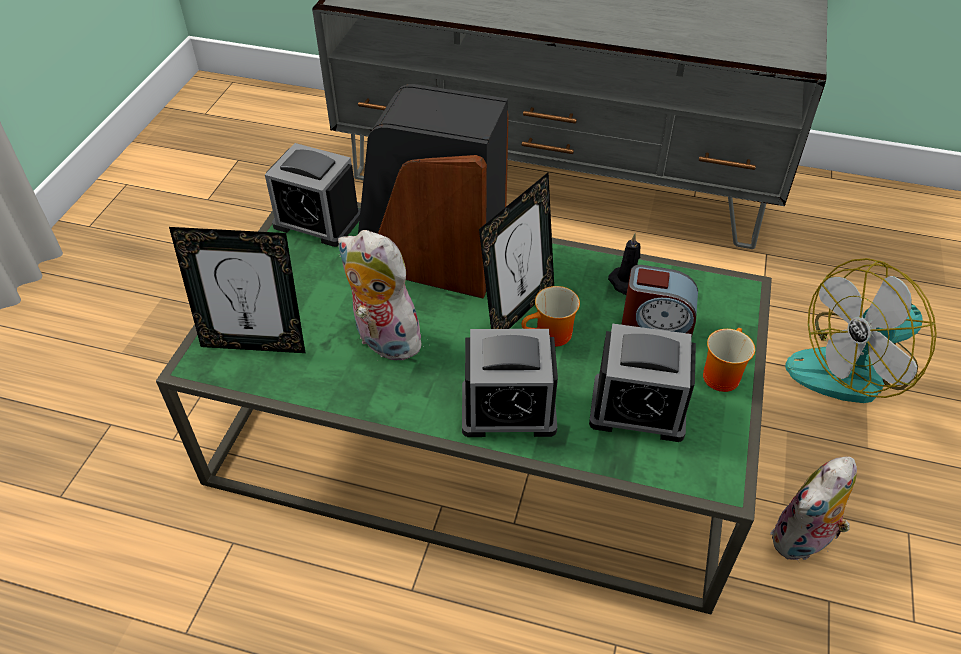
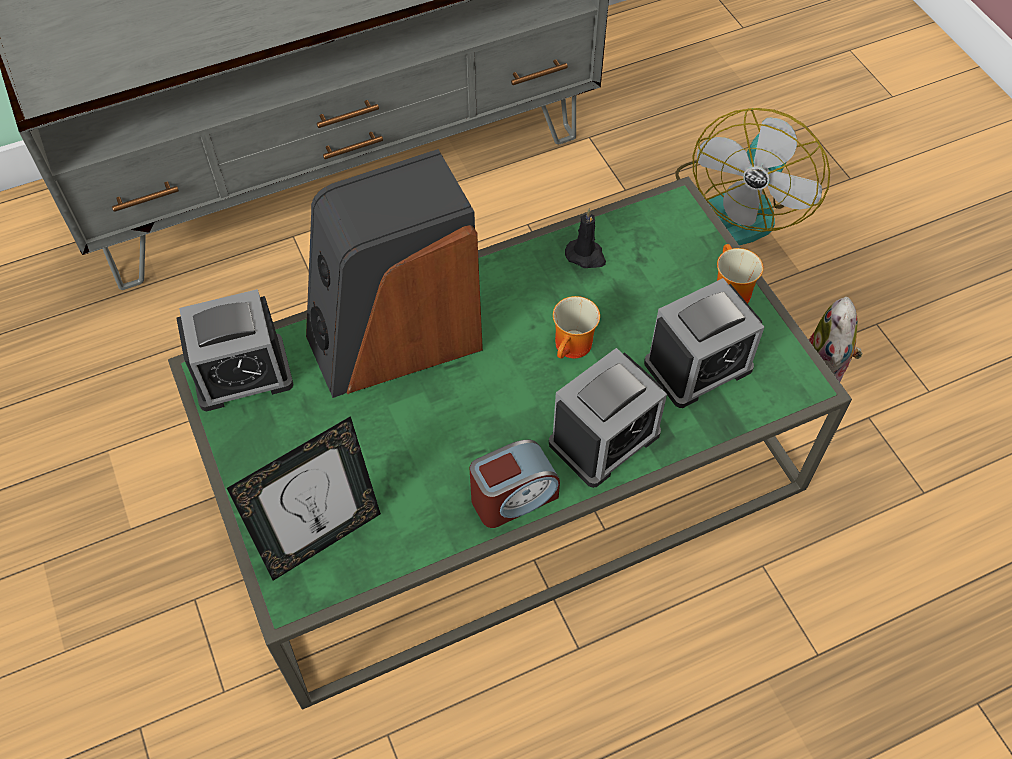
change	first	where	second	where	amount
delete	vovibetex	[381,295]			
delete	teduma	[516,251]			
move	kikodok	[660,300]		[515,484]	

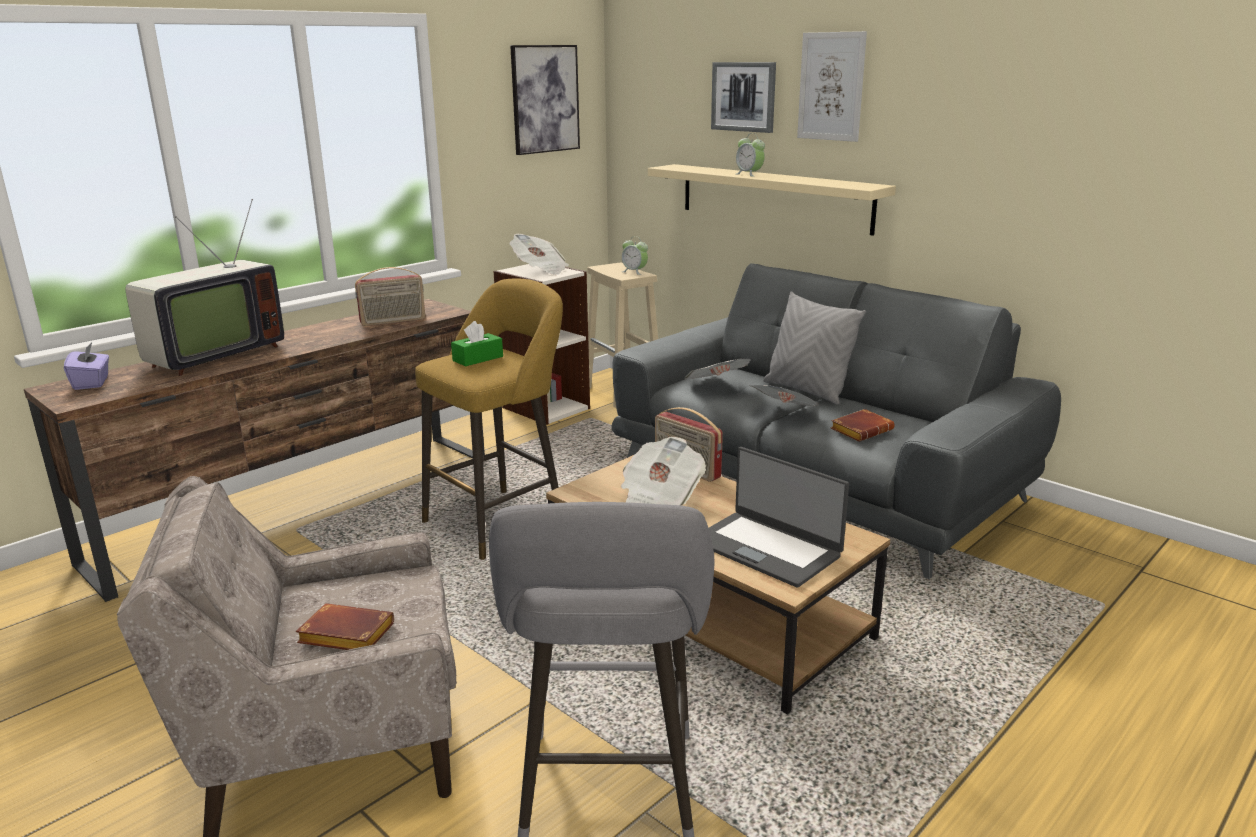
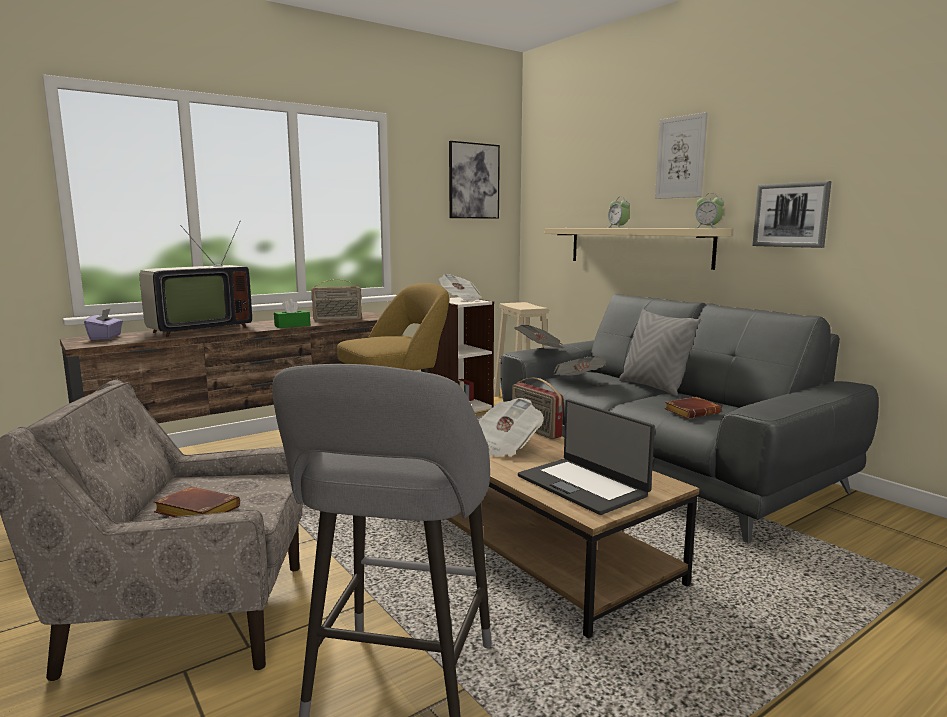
change	first	where	second	where	amount
move	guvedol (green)	[477,343]		[292,313]	
move	kikodok	[635,255]		[709,210]	
move	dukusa	[743,97]		[792,214]	
move	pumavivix	[785,395]		[539,336]	

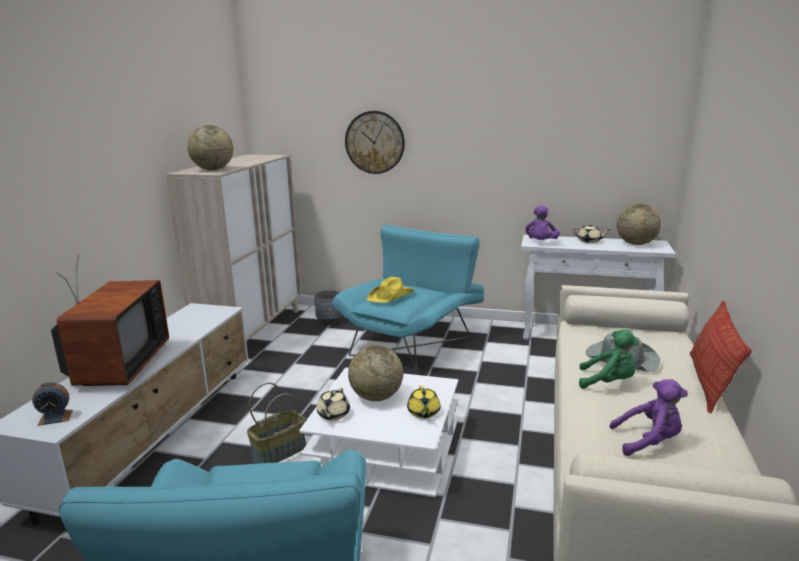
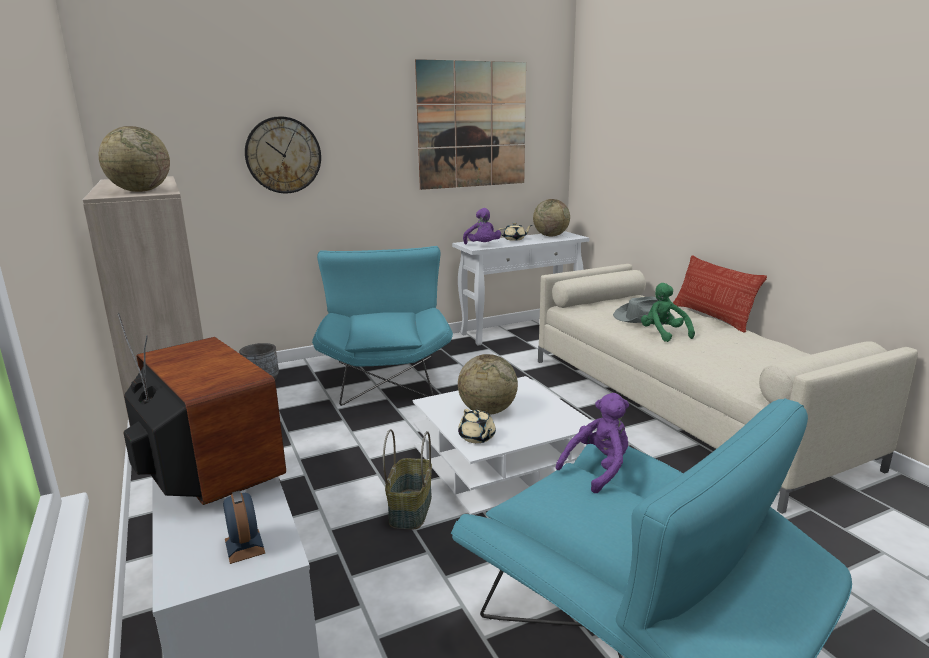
change	first	where	second	where	amount
rotate	kikodok	[52,404]		[244,527]	60 degrees counterclockwise
delete	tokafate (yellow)	[391,290]			
delete	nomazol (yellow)	[423,402]			
rotate	vovibetex (green)	[609,359]		[668,312]	90 degrees counterclockwise
move	vovibetex (purple)	[648,417]		[592,443]	
insert			dukusa	[470,124]	

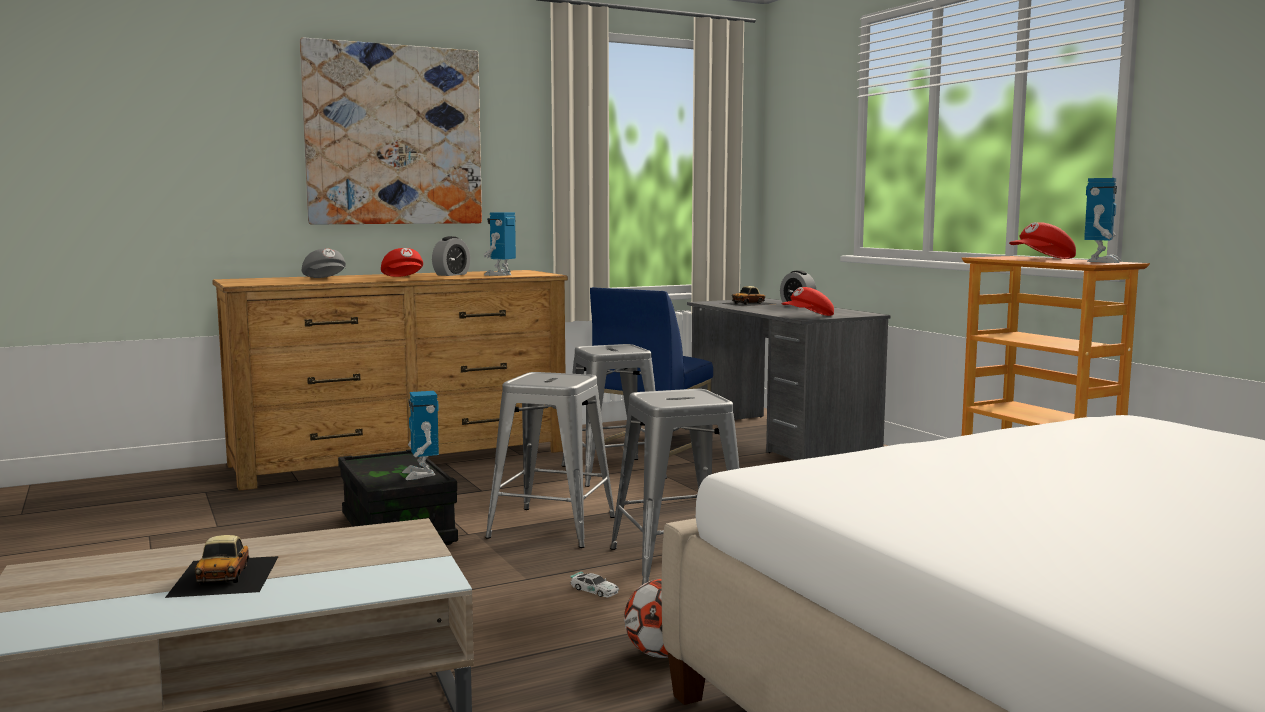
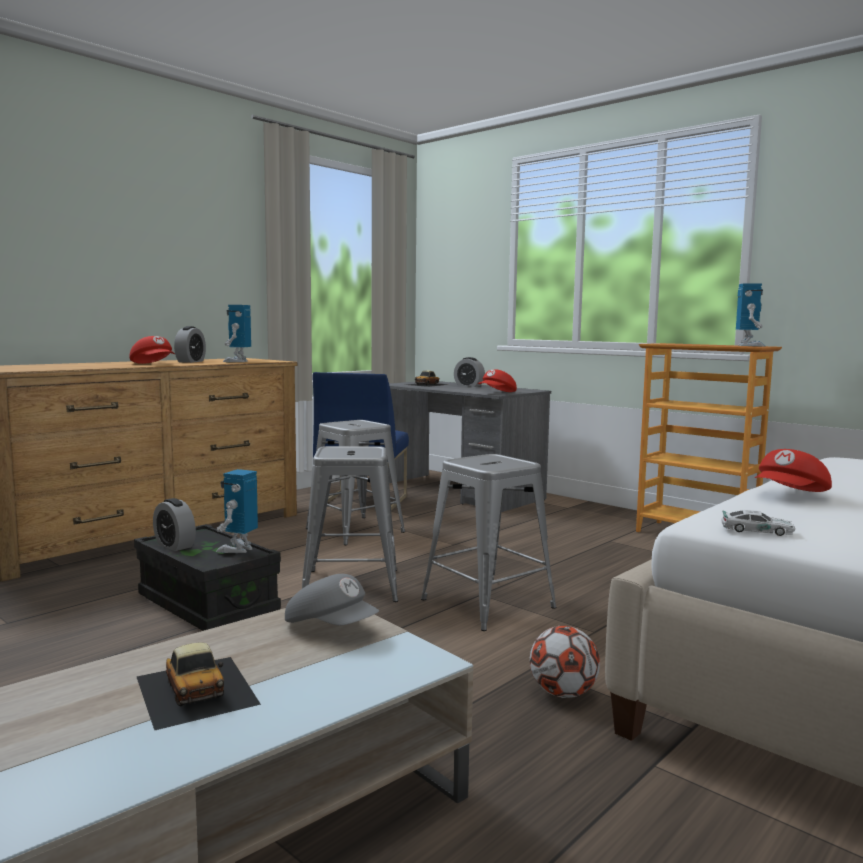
change	first	where	second	where	amount
delete	dukusa	[391,131]			
move	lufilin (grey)	[324,263]		[332,599]	
rotate	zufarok	[420,435]		[237,511]	60 degrees clockwise
move	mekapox	[594,584]		[758,523]	
move	lufilin (red)	[1042,240]		[793,470]	
insert			kikodok	[174,524]	

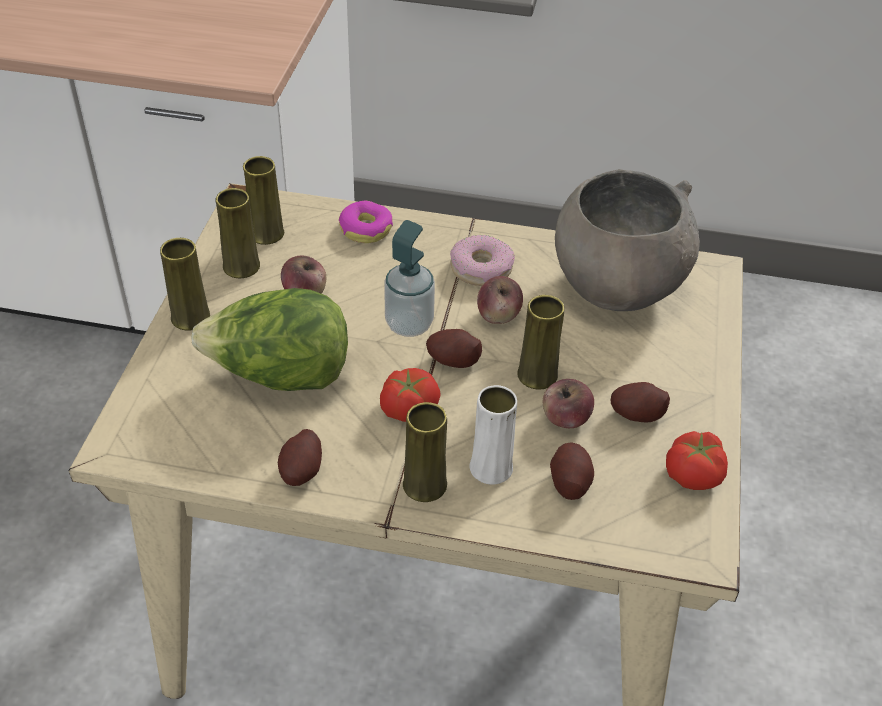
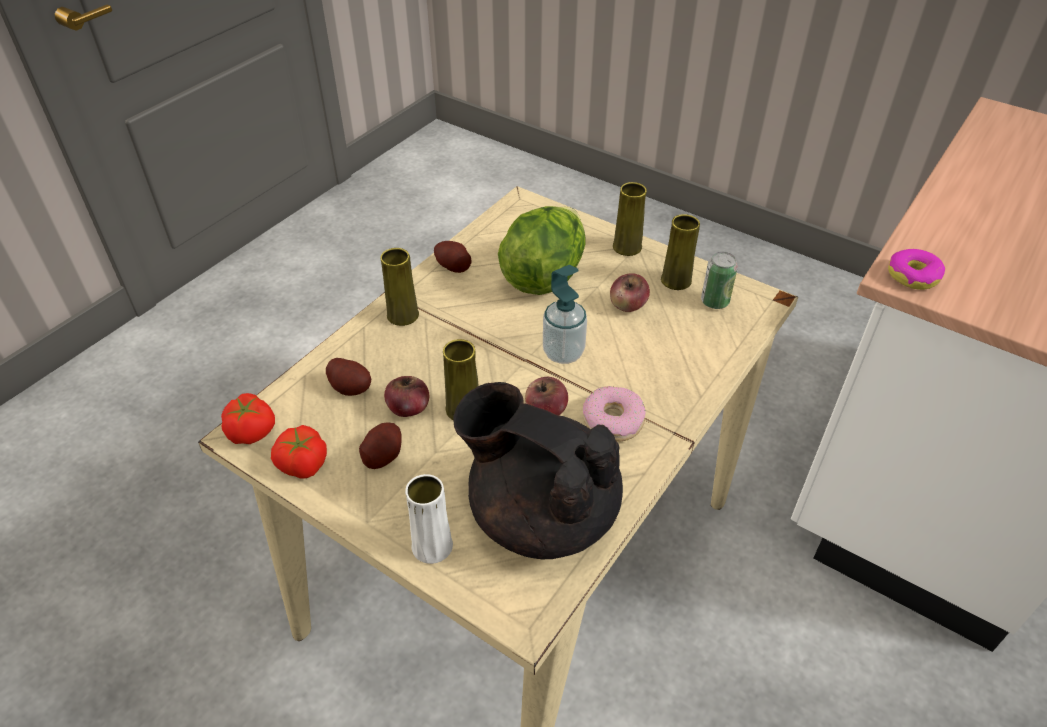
change	first	where	second	where	amount
replace	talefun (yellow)	[263,200]	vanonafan	[719,280]	
move	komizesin	[366,221]		[916,269]	
move	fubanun	[410,395]		[248,418]	
delete	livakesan	[454,348]			
move	talefun (white)	[493,435]		[429,519]	
replace	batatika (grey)	[627,240]	nomazol (black)	[538,470]	

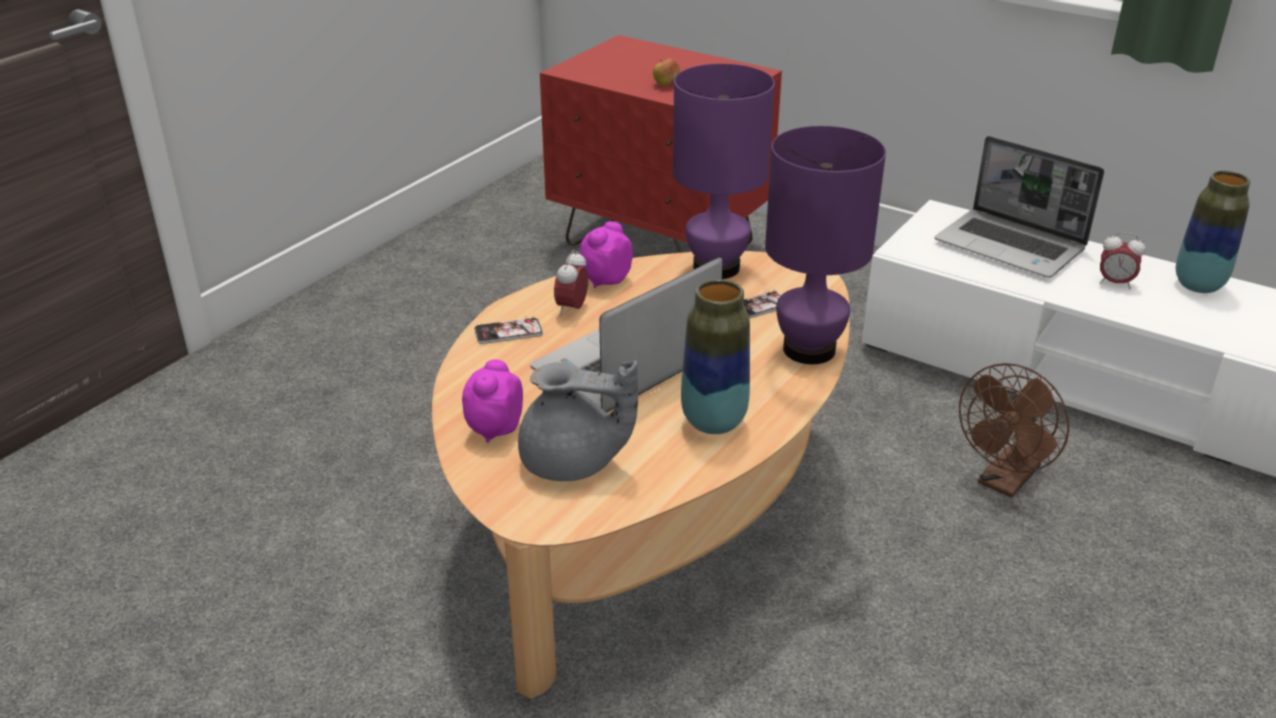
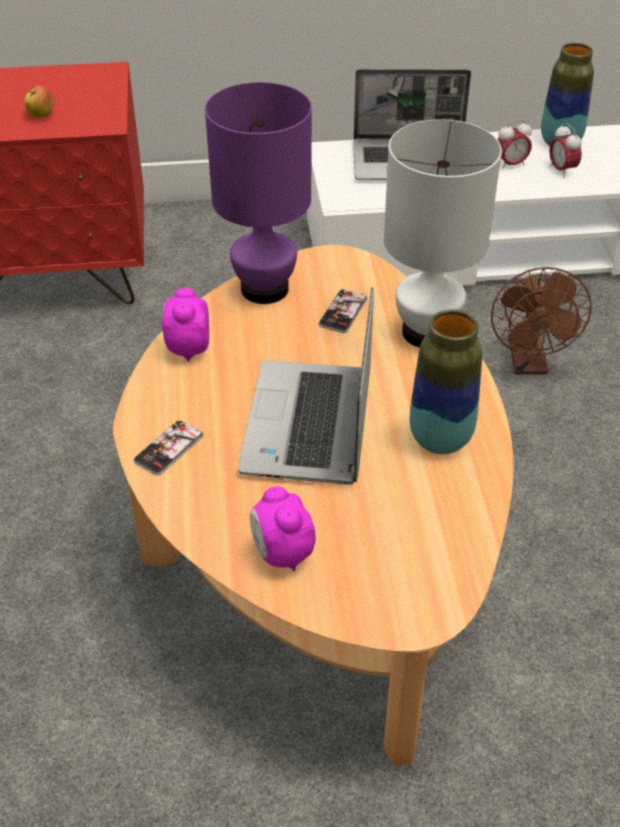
change	first	where	second	where	amount
delete	nomazol (grey)	[578,421]			
move	kikodok	[571,283]		[565,150]	
recolor	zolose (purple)	[825,245]	zolose (white)	[443,233]	

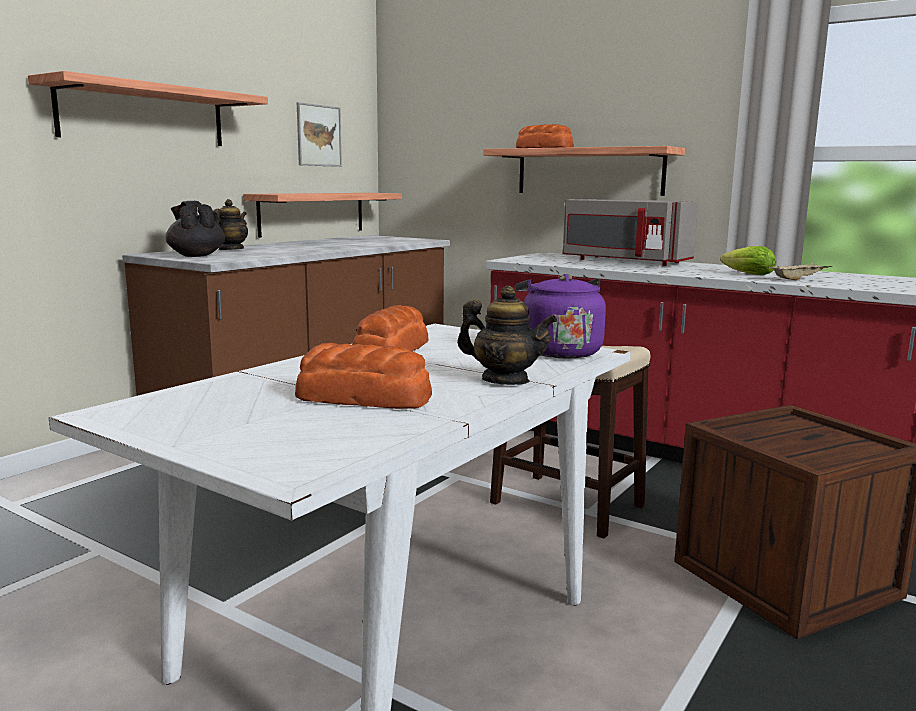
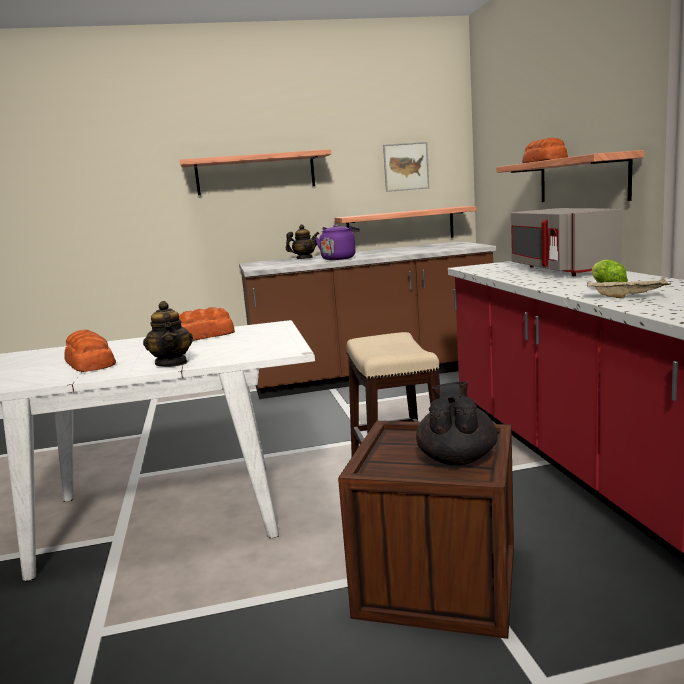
change	first	where	second	where	amount
move	nomazol (black)	[195,229]		[457,423]	
move	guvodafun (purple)	[561,316]		[337,242]	

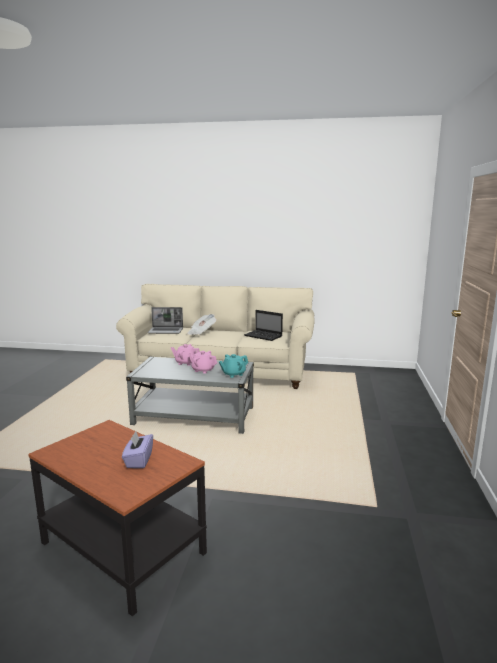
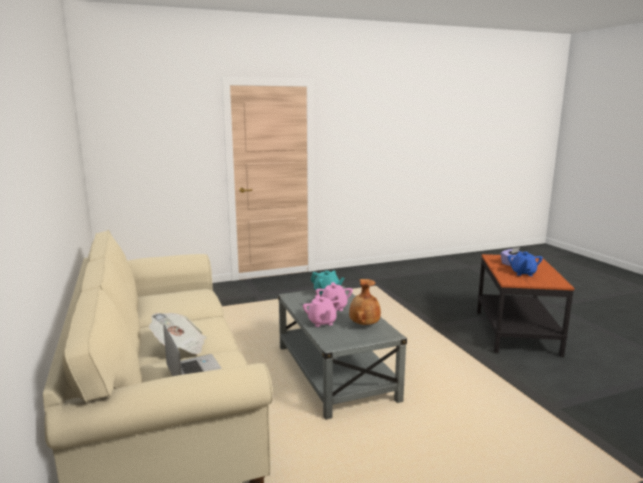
change	first	where	second	where	amount
delete	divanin	[263,325]			
insert			talefun (brown)	[365,302]	
insert			nomazol (blue)	[525,263]	

